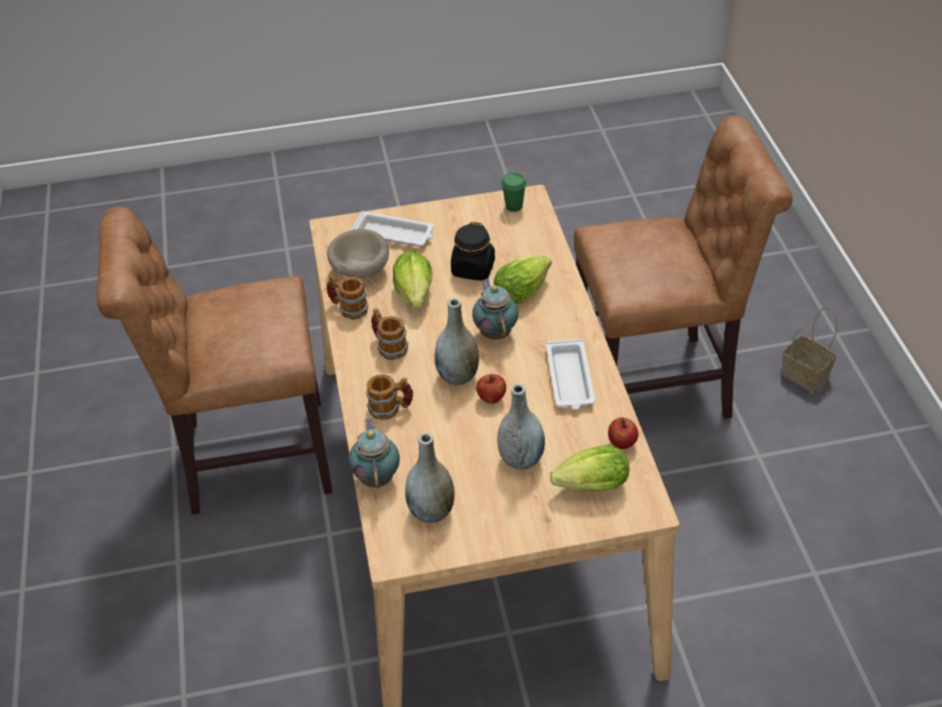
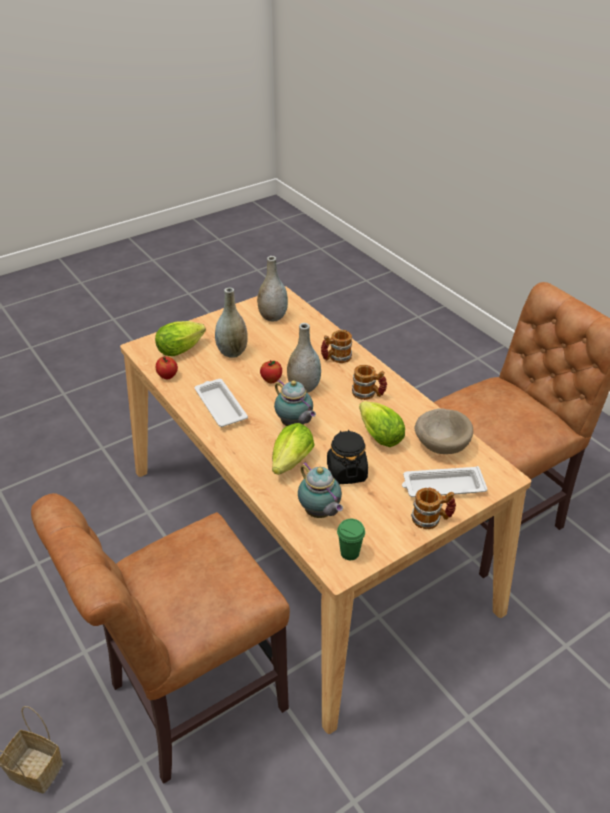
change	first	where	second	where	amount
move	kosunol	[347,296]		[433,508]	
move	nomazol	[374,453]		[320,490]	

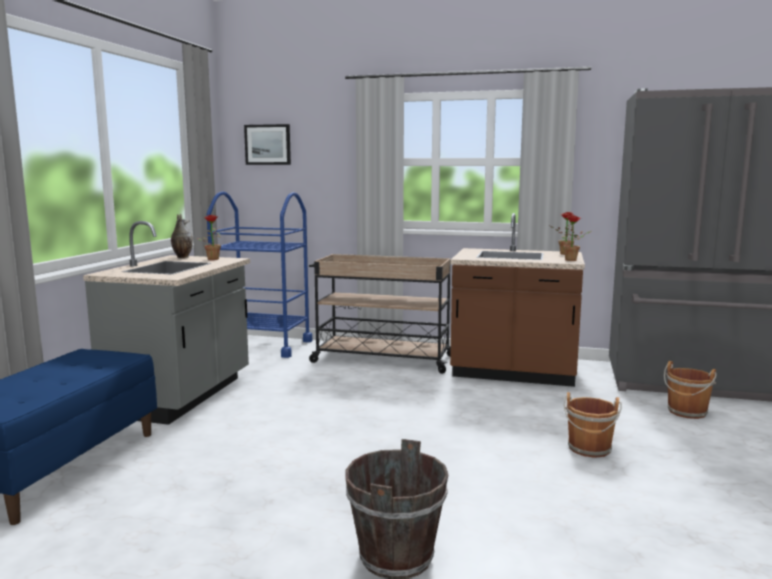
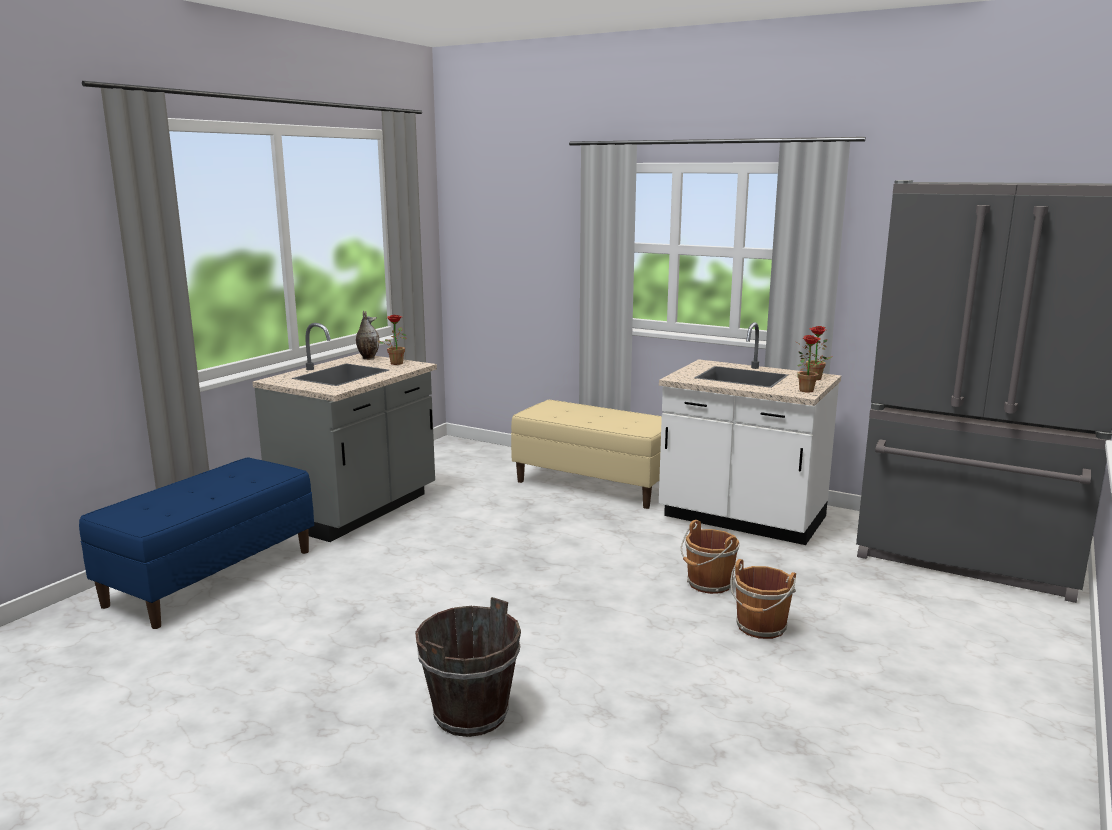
change	first	where	second	where	amount
delete	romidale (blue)	[259,274]			
delete	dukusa	[267,144]			
replace	romidale (beige)	[380,314]	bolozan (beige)	[586,454]	
recolor	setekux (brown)	[517,300]	setekux (white)	[750,433]	
move	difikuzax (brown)	[690,390]		[710,557]	

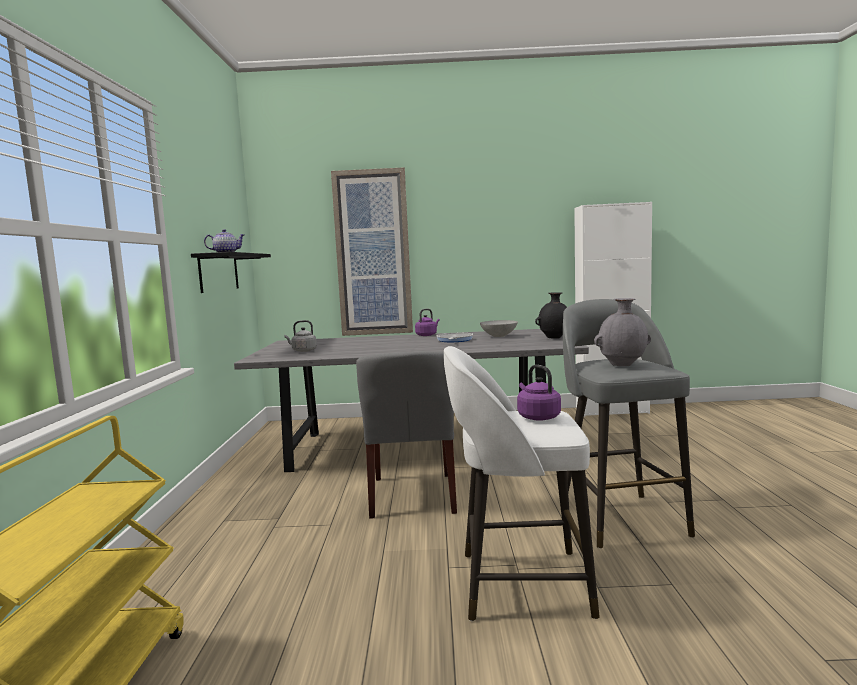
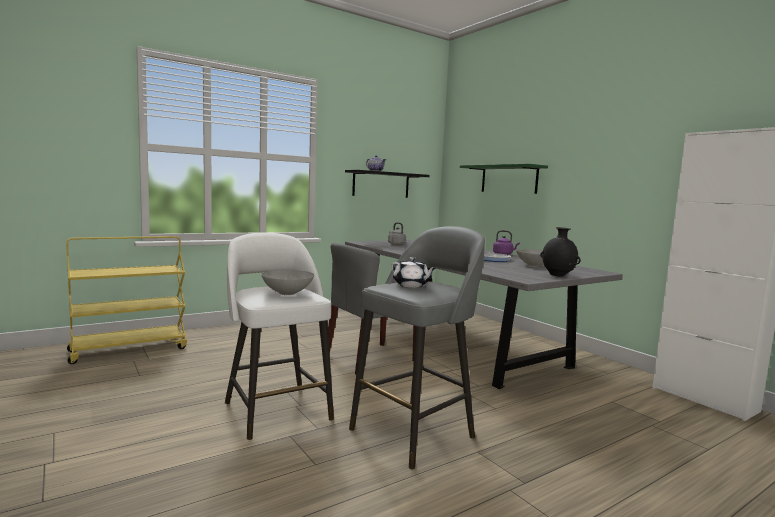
change	first	where	second	where	amount
replace	dukusa	[372,251]	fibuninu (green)	[504,179]	
replace	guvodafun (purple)	[539,393]	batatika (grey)	[287,282]	
replace	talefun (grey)	[622,332]	nomazol (white)	[413,272]	

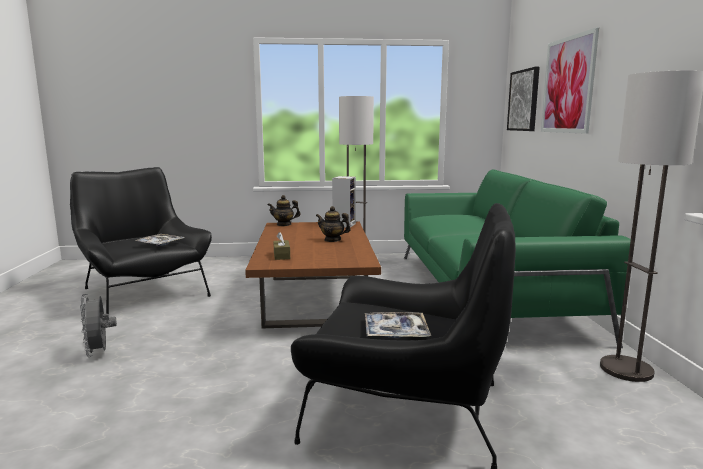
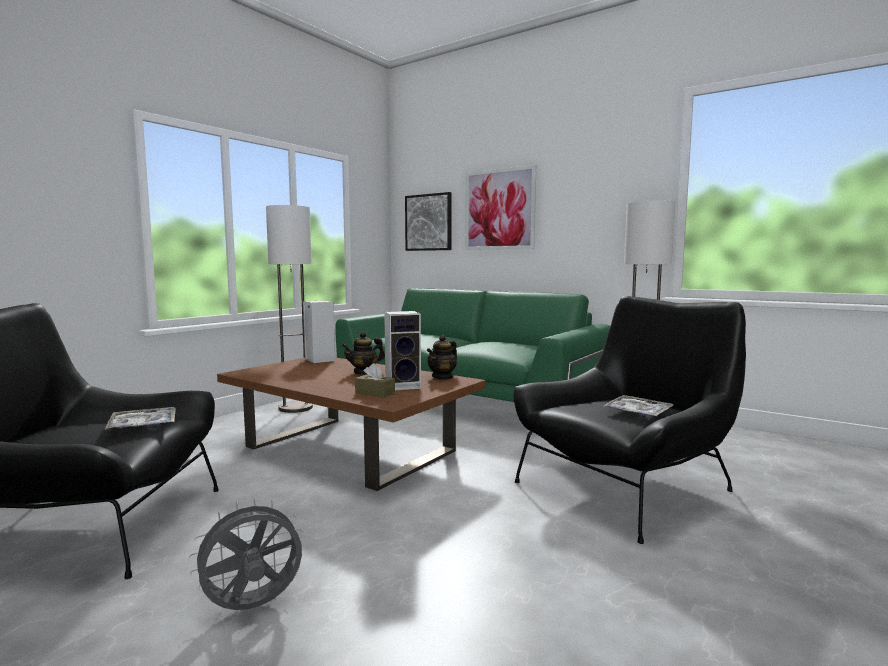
change	first	where	second	where	amount
rotate	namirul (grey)	[98,325]		[246,554]	135 degrees clockwise
move	nomazol	[284,210]		[442,357]	
insert			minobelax	[402,350]	

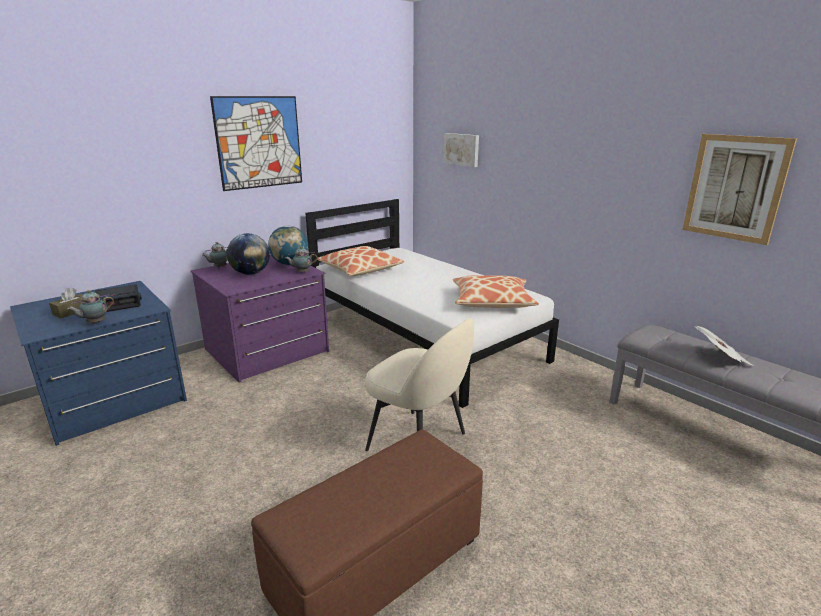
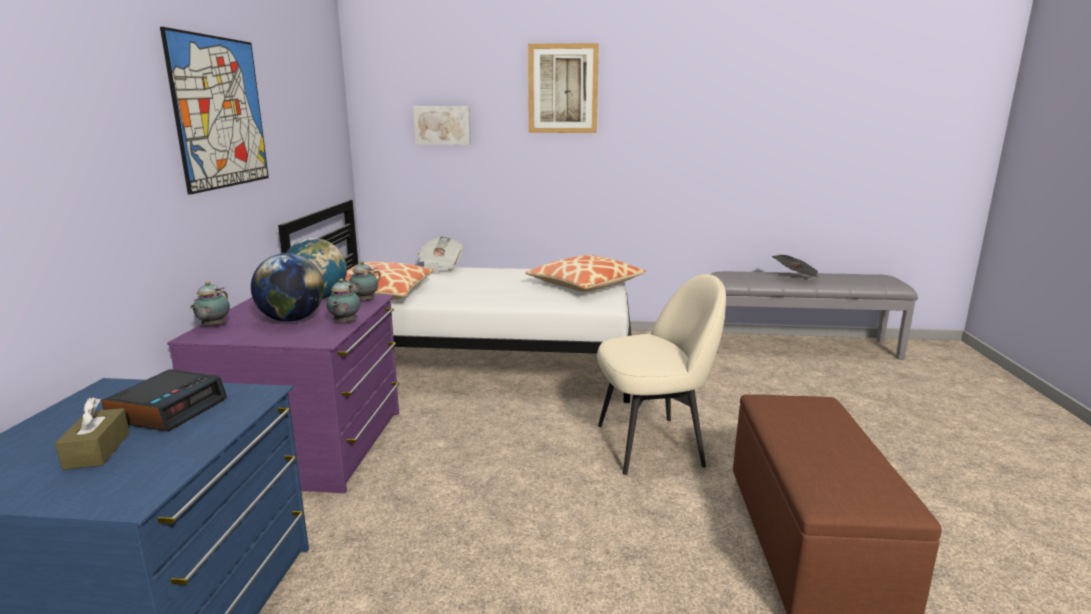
change	first	where	second	where	amount
move	nomazol	[90,307]		[344,301]	
move	dukusa	[739,189]		[563,88]	
insert			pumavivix	[441,254]	

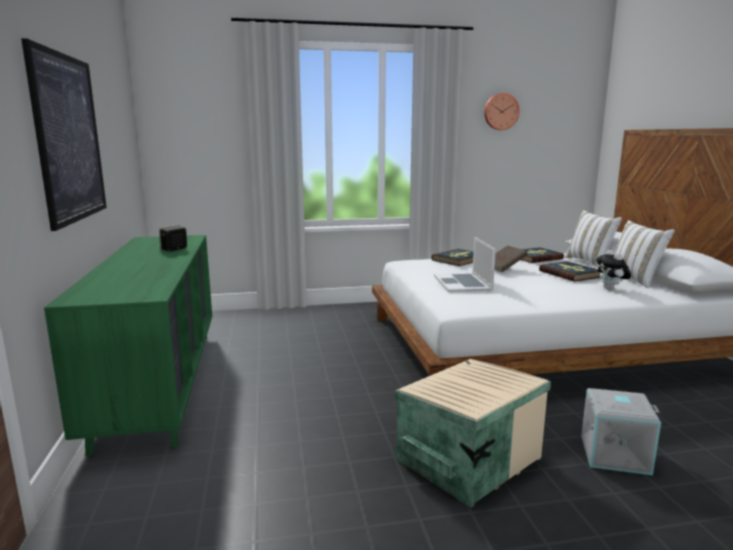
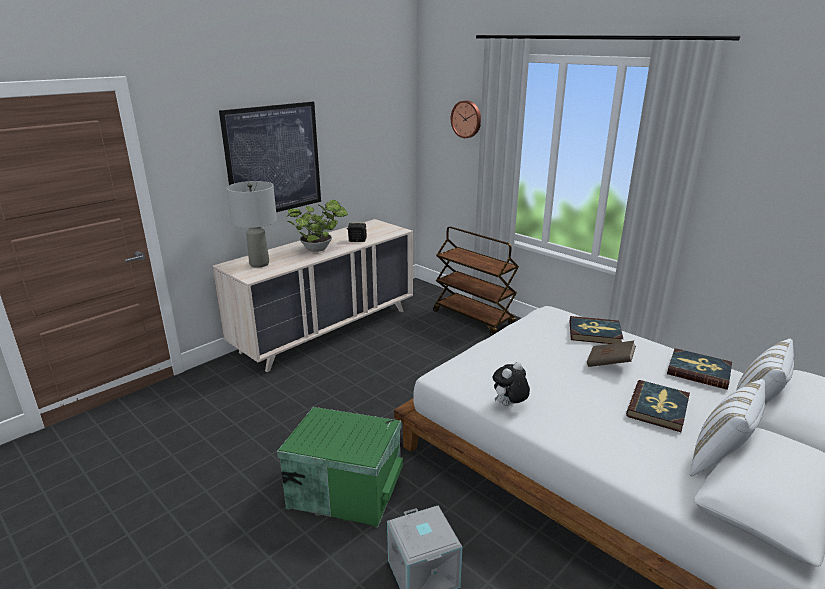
change	first	where	second	where	amount
recolor	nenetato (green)	[128,345]	nenetato (beige)	[313,295]	
recolor	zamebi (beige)	[473,433]	zamebi (green)	[340,467]	
delete	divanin	[465,264]			
move	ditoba	[502,111]		[466,119]	
move	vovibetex	[613,270]		[511,384]	
insert			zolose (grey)	[251,224]	
insert			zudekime	[317,226]	
insert			romidale (brown)	[476,280]	

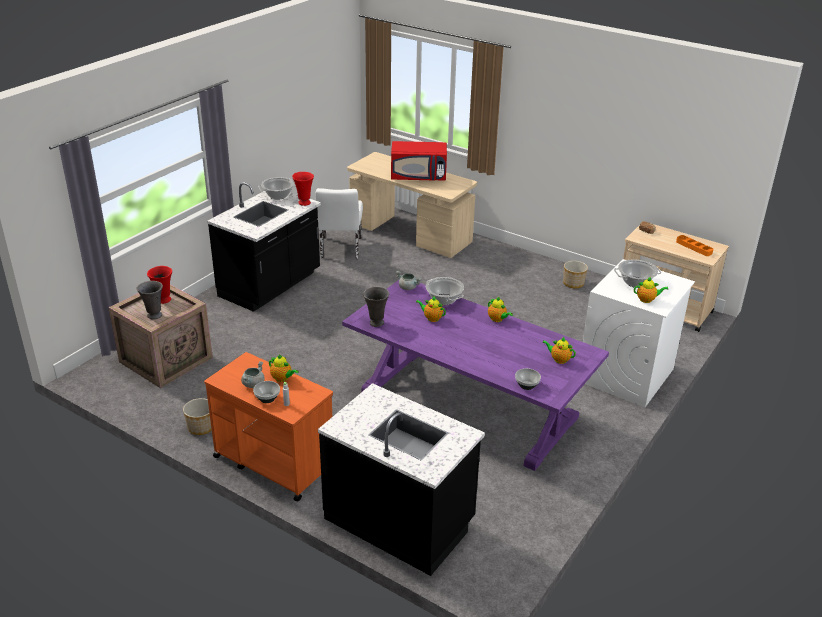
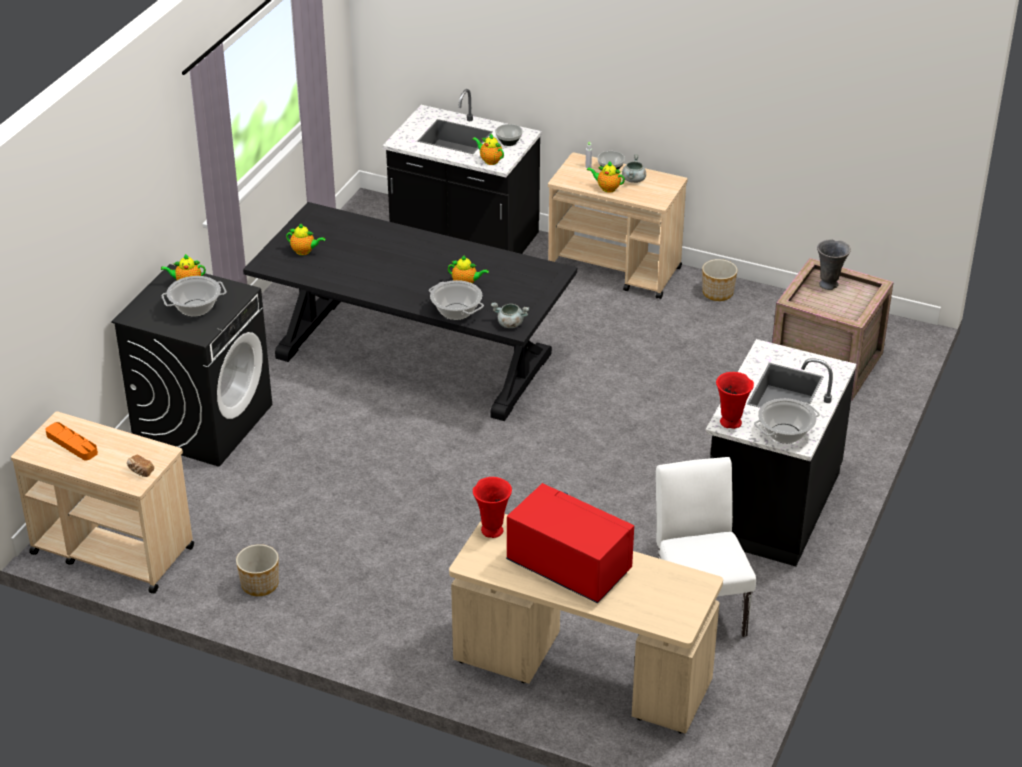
change	first	where	second	where	amount
move	talefun (red)	[159,285]		[492,507]	
recolor	romidale (orange)	[268,427]	romidale (beige)	[618,225]	
recolor	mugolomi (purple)	[475,375]	mugolomi (black)	[410,311]	
delete	talefun (grey)	[376,306]			
rotate	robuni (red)	[419,161]		[570,543]	45 degrees clockwise
move	nomazol	[500,309]		[488,149]	
move	batatika	[528,379]		[509,135]	
recolor	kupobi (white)	[639,333]	kupobi (black)	[191,365]	

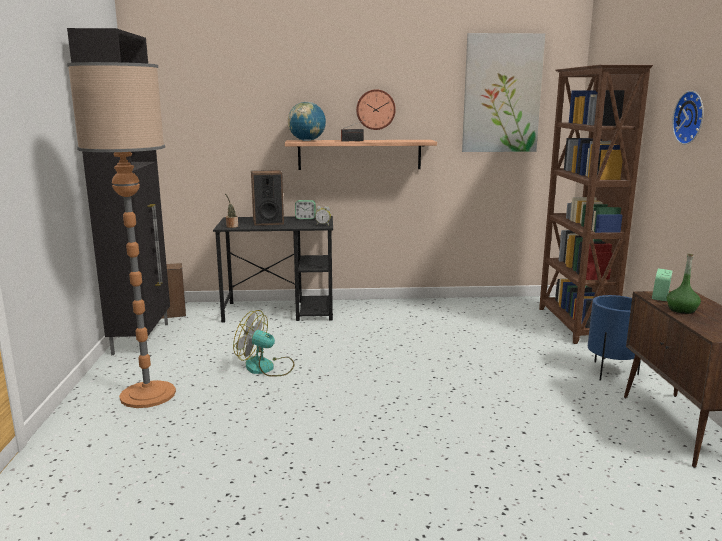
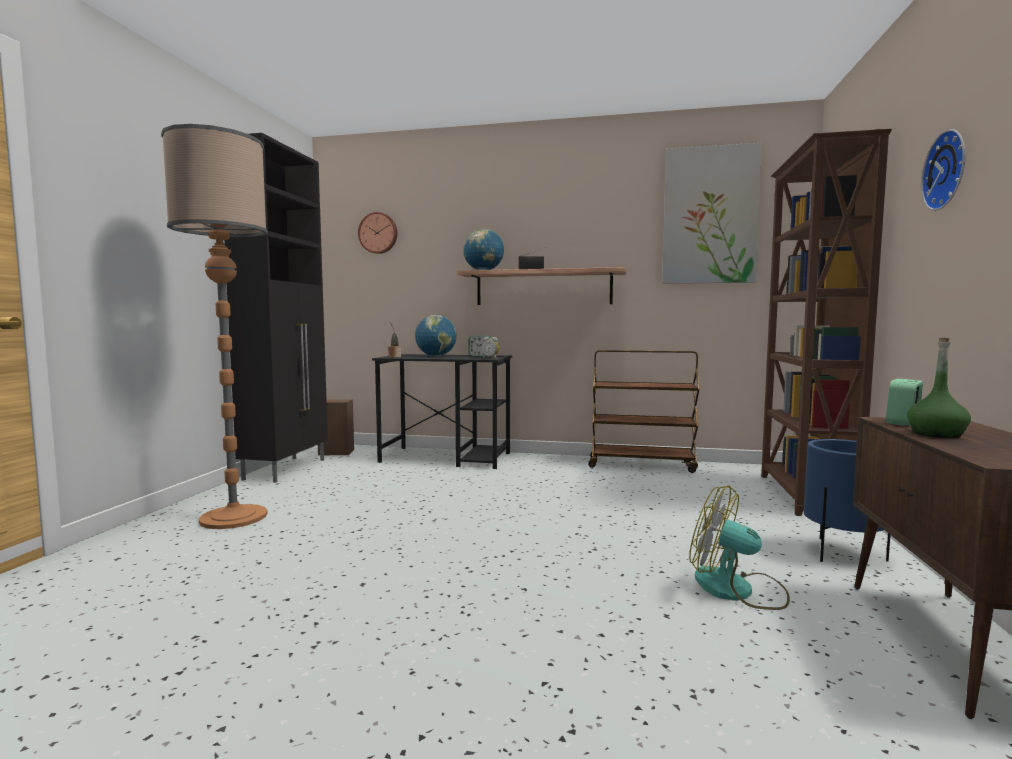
change	first	where	second	where	amount
move	namirul	[264,343]		[739,547]	
replace	minobelax	[267,198]	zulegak	[436,336]	
move	ditoba	[376,109]		[377,233]	
insert			romidale (brown)	[644,411]	

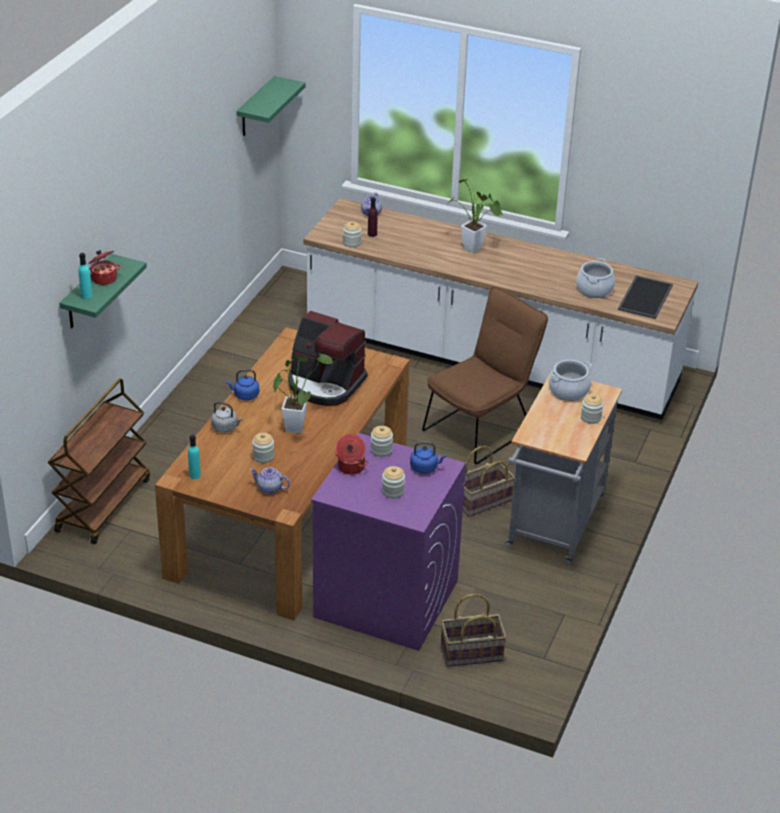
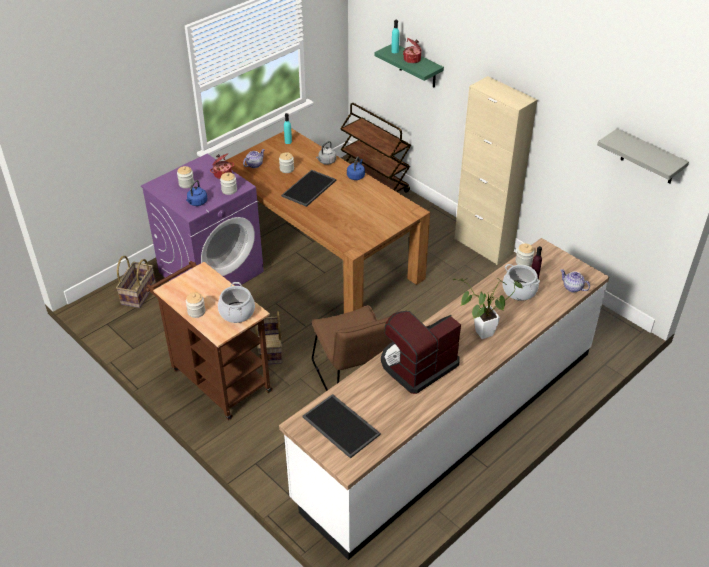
change	first	where	second	where	amount
recolor	fibuninu (green)	[271,106]	fibuninu (grey)	[643,156]	
replace	zudekime	[303,393]	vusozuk	[308,188]	
move	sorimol	[327,358]		[421,352]	
recolor	romidale (grey)	[563,467]	romidale (brown)	[209,340]	
move	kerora	[595,278]		[521,282]	
insert			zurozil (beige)	[495,170]	

